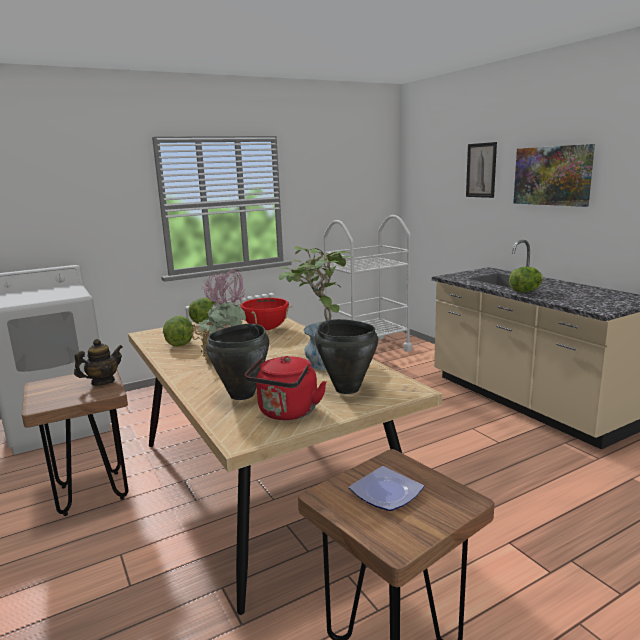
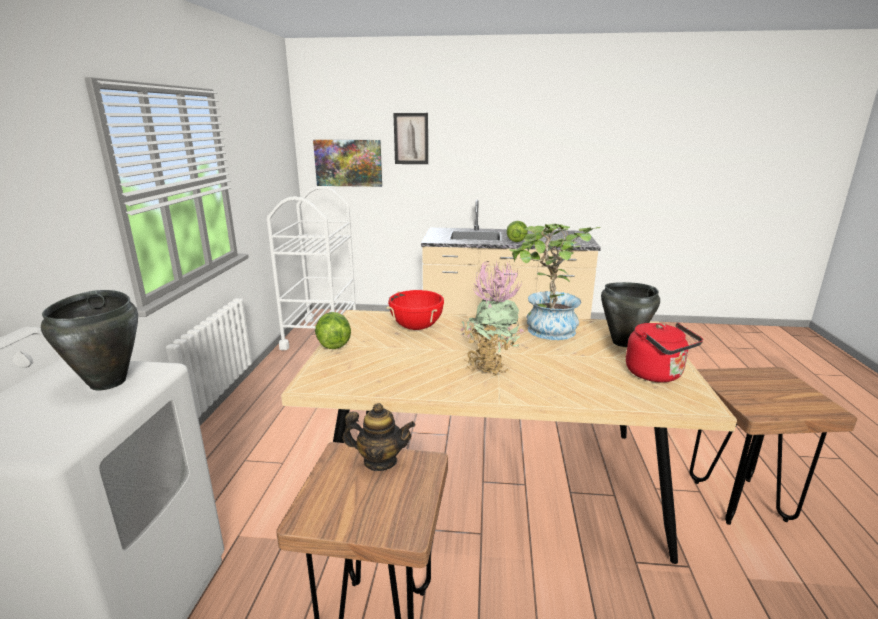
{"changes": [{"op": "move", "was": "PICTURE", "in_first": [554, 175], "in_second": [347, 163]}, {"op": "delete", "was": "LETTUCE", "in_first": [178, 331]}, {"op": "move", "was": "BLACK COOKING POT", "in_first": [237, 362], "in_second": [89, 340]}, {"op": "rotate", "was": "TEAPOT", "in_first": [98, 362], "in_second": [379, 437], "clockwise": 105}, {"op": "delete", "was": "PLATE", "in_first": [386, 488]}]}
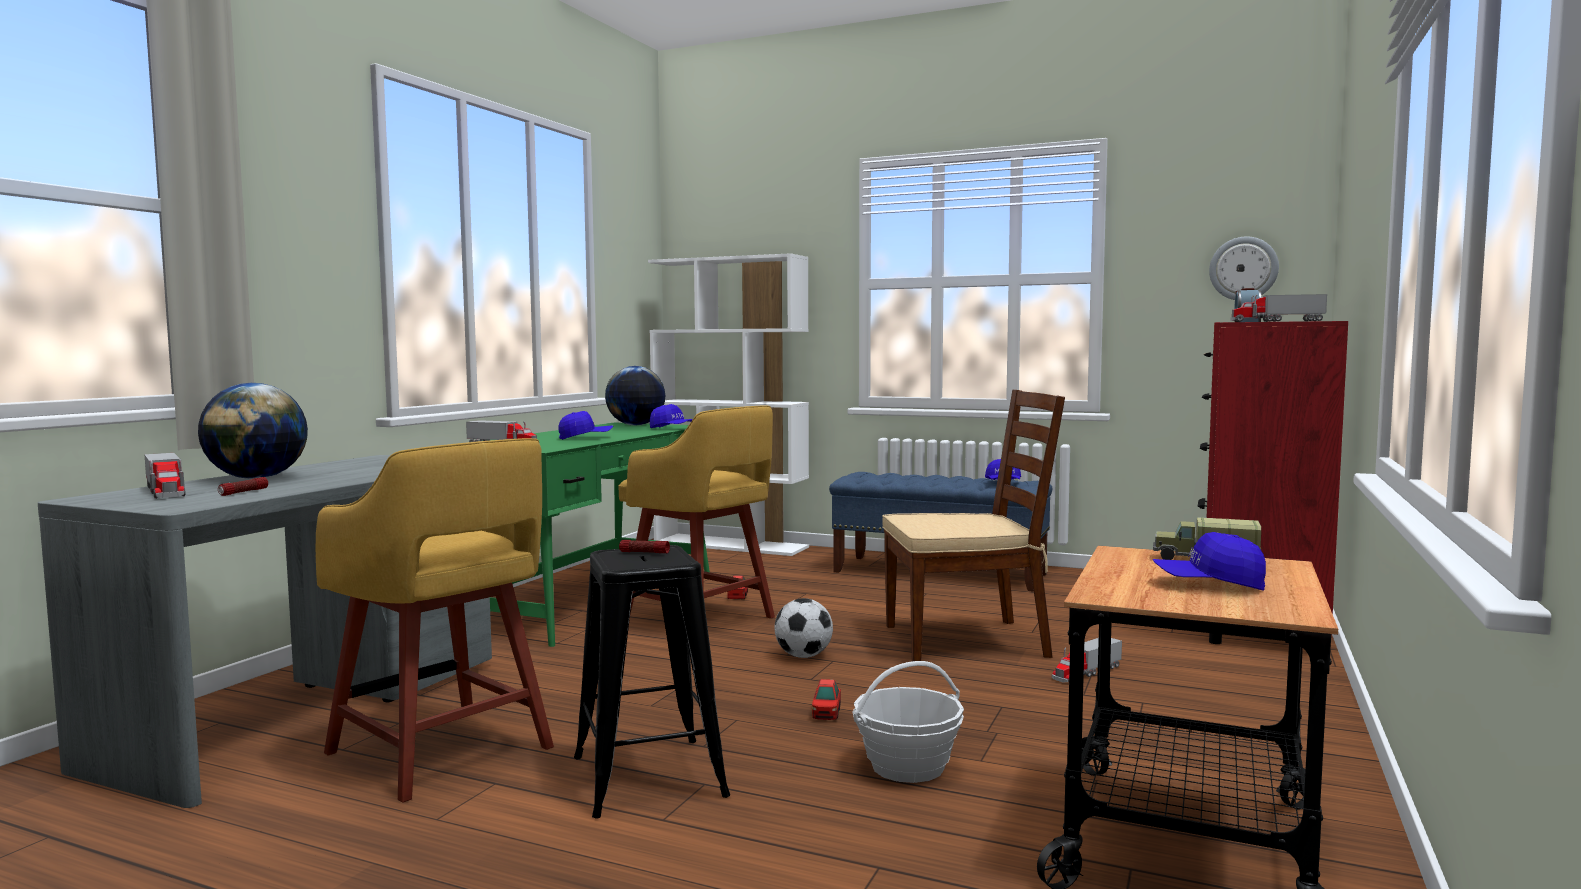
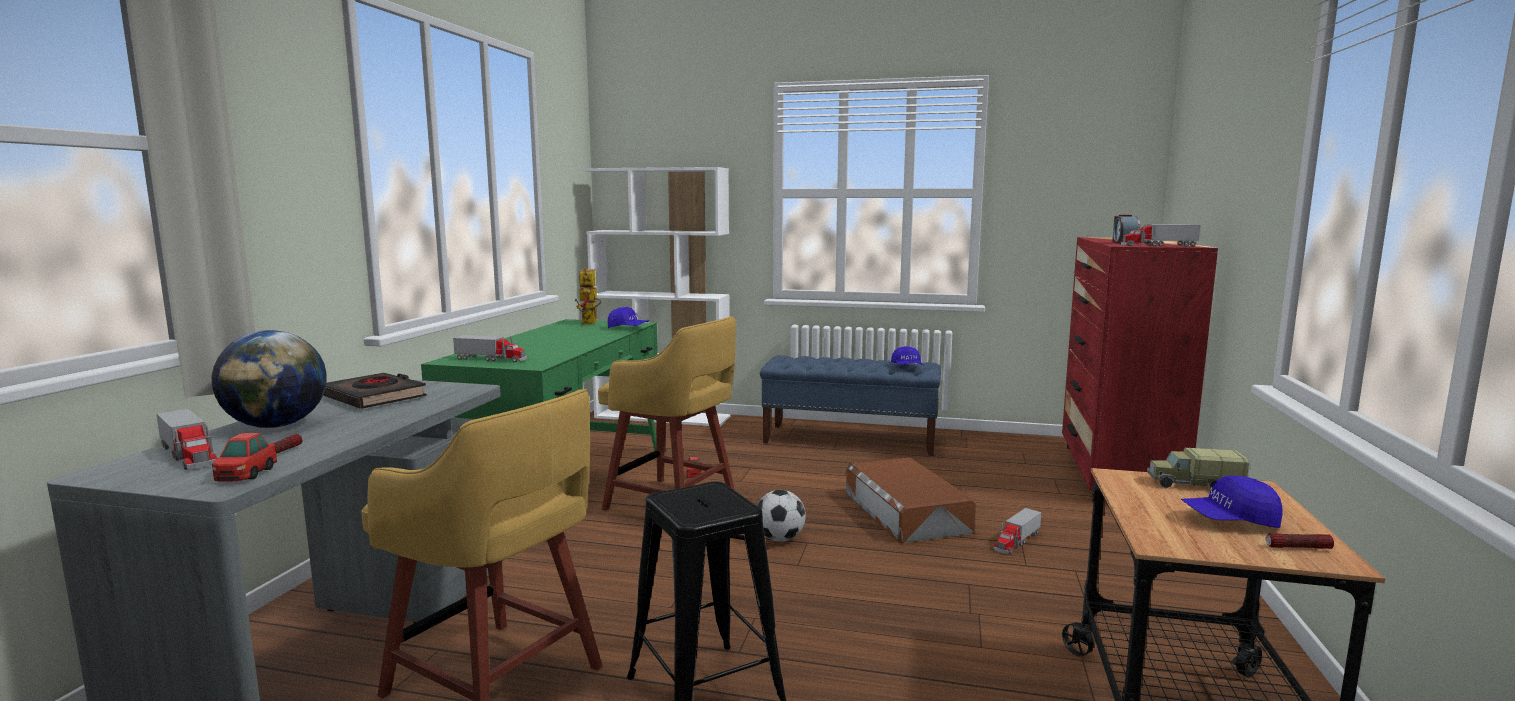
{"changes": [{"op": "delete", "was": "WALL CLOCK", "in_first": [1244, 268]}, {"op": "replace", "was": "GLOBE", "now": "TOY ROBOT", "in_first": [635, 395], "in_second": [587, 296]}, {"op": "replace", "was": "BROWN CHAIR", "now": "BROWN STORAGE BOX", "in_first": [973, 525], "in_second": [911, 500]}, {"op": "delete", "was": "BLUE CAP", "in_first": [585, 425]}, {"op": "move", "was": "FLASHLIGHT", "in_first": [644, 546], "in_second": [1300, 541]}, {"op": "delete", "was": "BASKET", "in_first": [908, 722]}, {"op": "move", "was": "TOY CAR", "in_first": [826, 699], "in_second": [244, 457]}, {"op": "insert", "now": "BLACK BOOK", "in_second": [375, 391]}]}
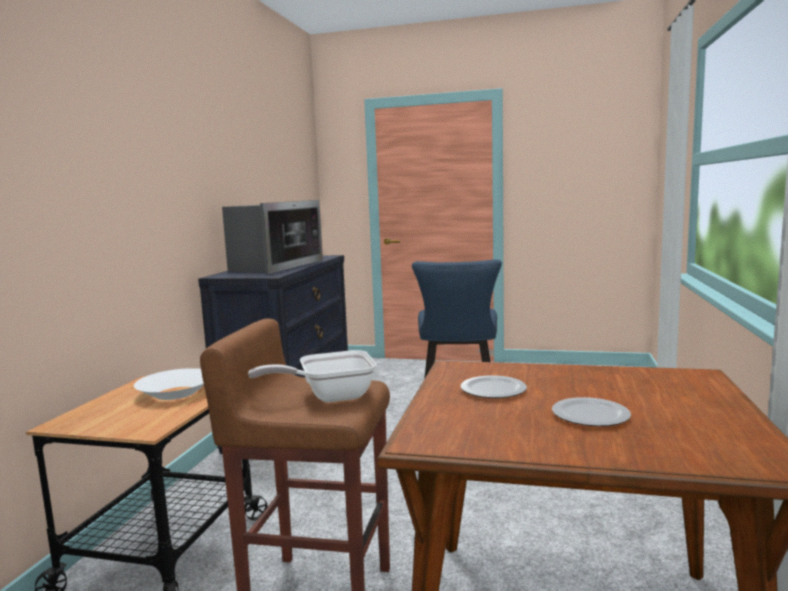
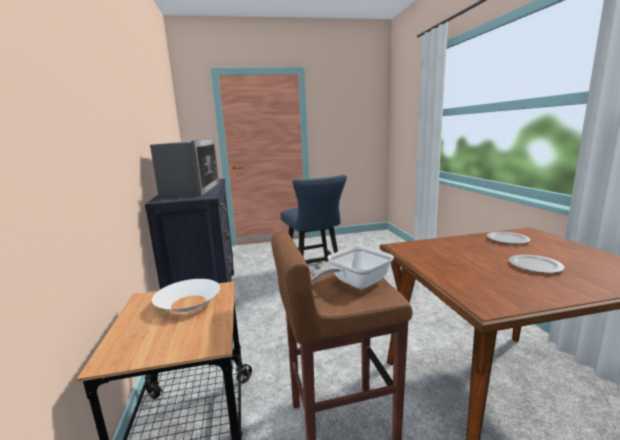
{"changes": [{"op": "move", "was": "PLATE", "in_first": [494, 387], "in_second": [508, 238]}]}
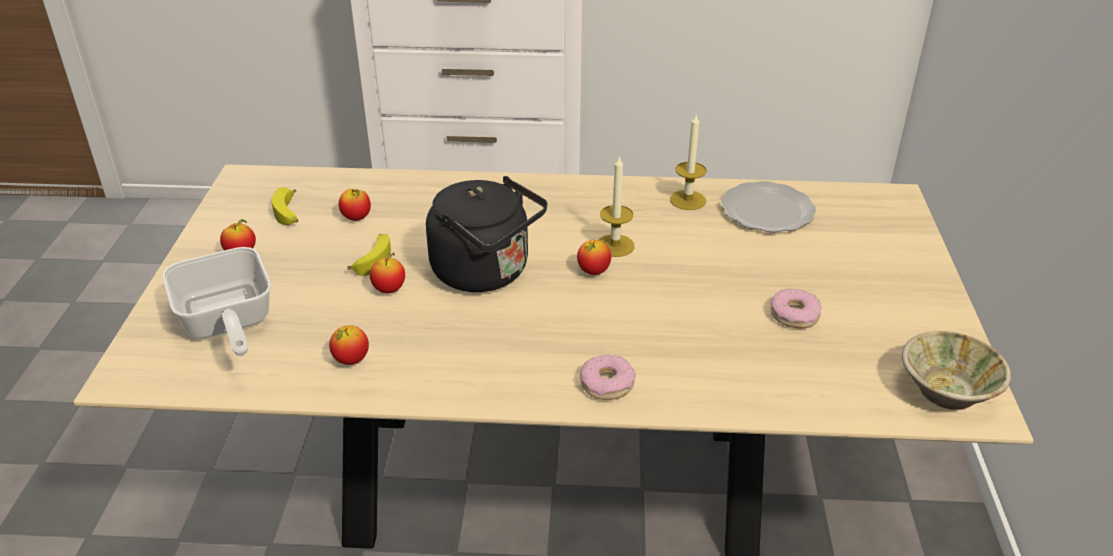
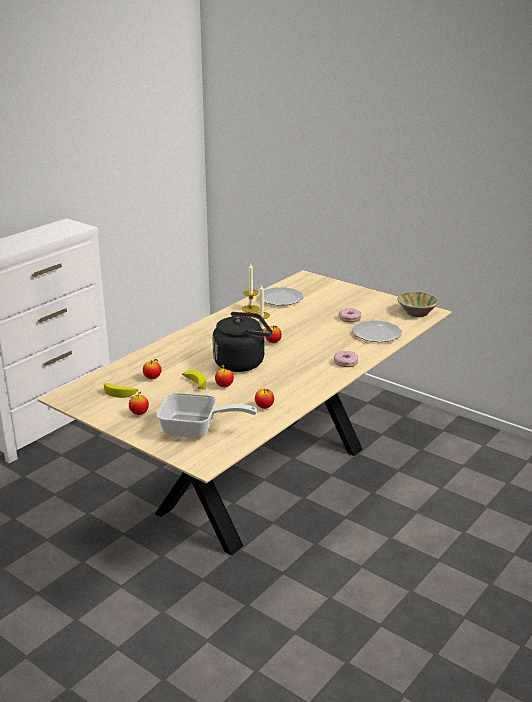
{"changes": [{"op": "insert", "now": "PLATE", "in_second": [377, 331]}]}
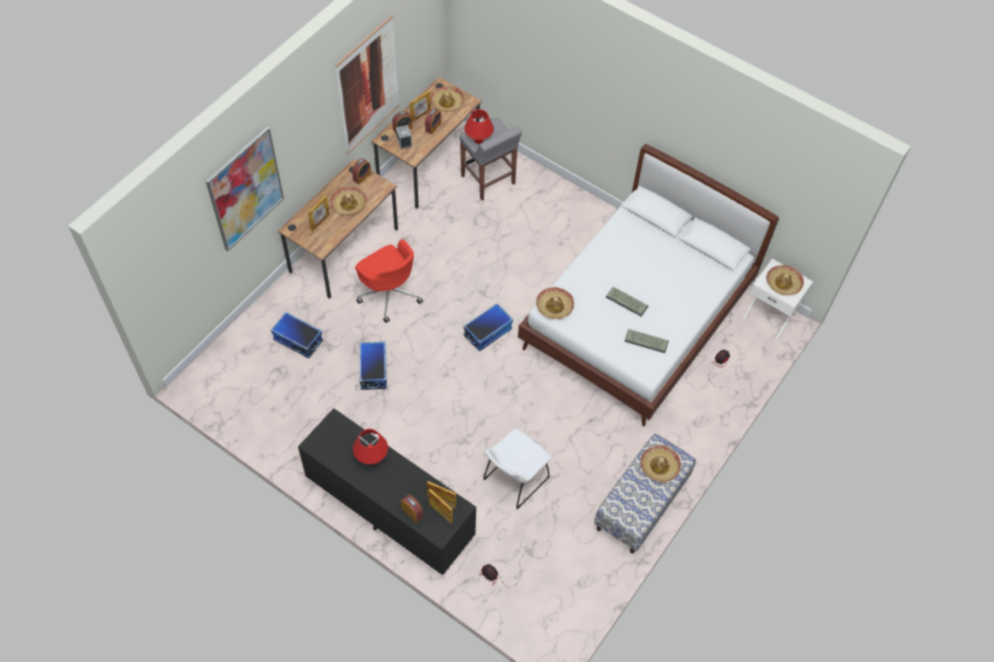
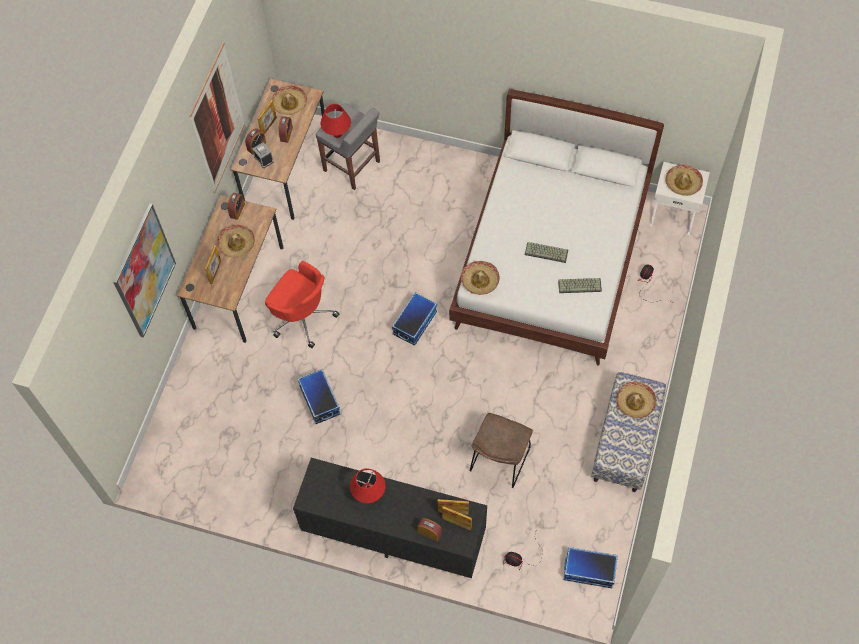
{"changes": [{"op": "move", "was": "STORAGE BOX", "in_first": [297, 335], "in_second": [591, 567]}, {"op": "recolor", "was": "WHITE CHAIR", "now": "BROWN CHAIR", "in_first": [517, 468], "in_second": [501, 450]}]}
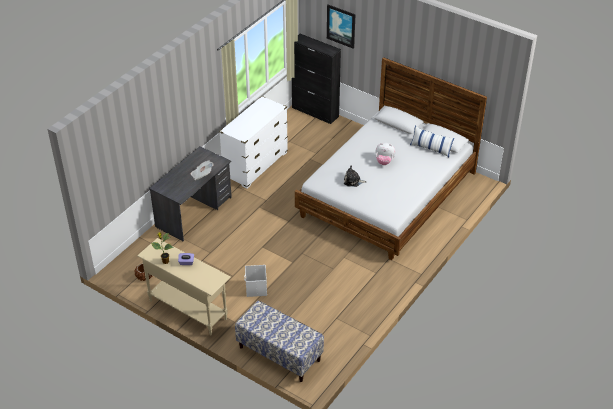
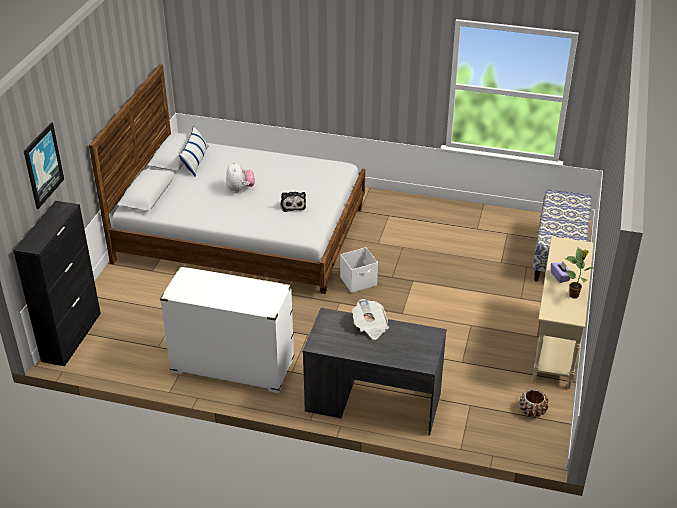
{"changes": [{"op": "move", "was": "WHITE STORAGE BOX", "in_first": [255, 281], "in_second": [359, 270]}]}
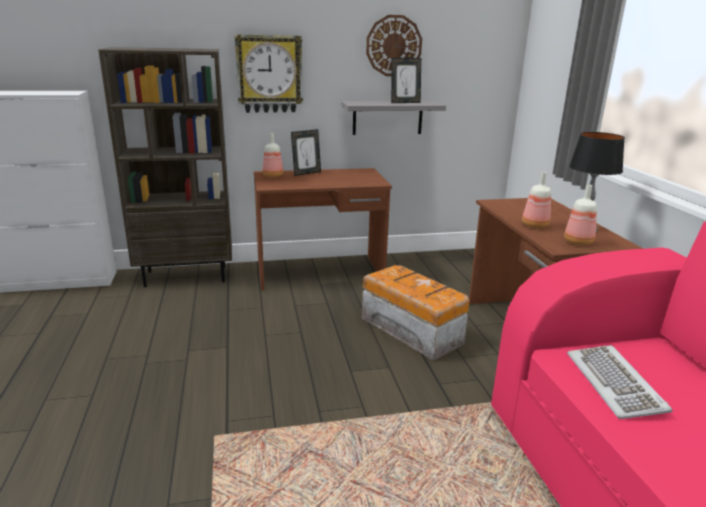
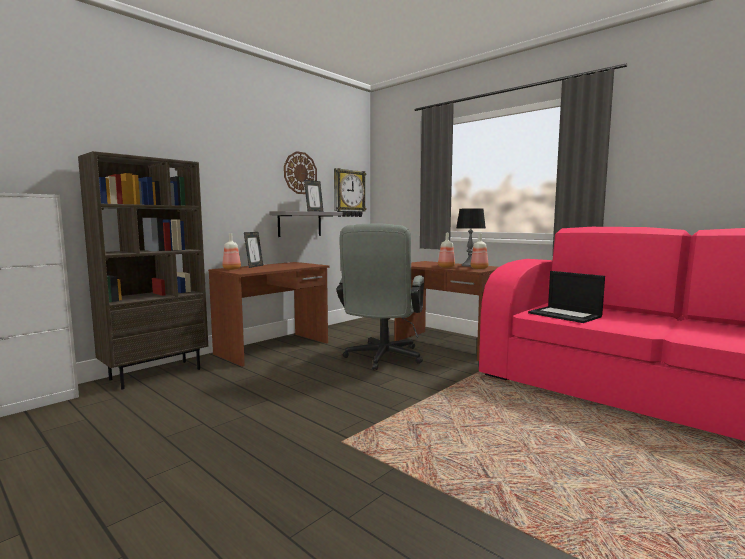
{"changes": [{"op": "move", "was": "WALL CLOCK", "in_first": [269, 73], "in_second": [350, 192]}, {"op": "replace", "was": "STORAGE BOX", "now": "GREY OFFICE CHAIR", "in_first": [416, 313], "in_second": [380, 296]}, {"op": "replace", "was": "KEYBOARD", "now": "LAPTOP", "in_first": [619, 382], "in_second": [566, 297]}]}
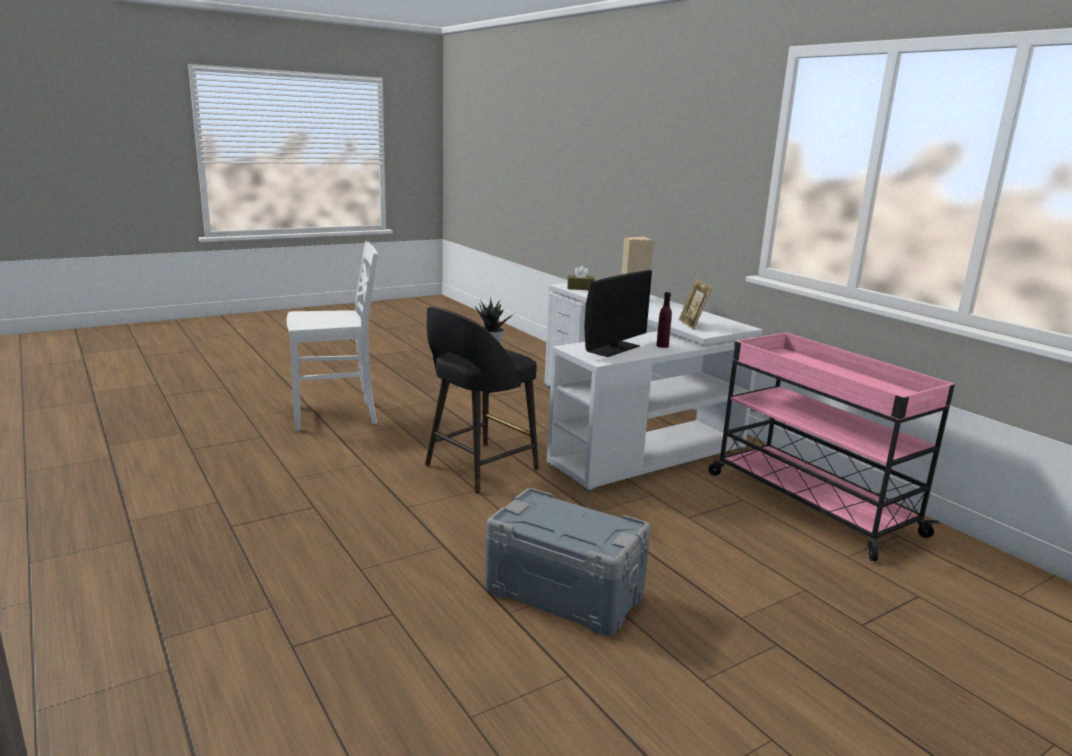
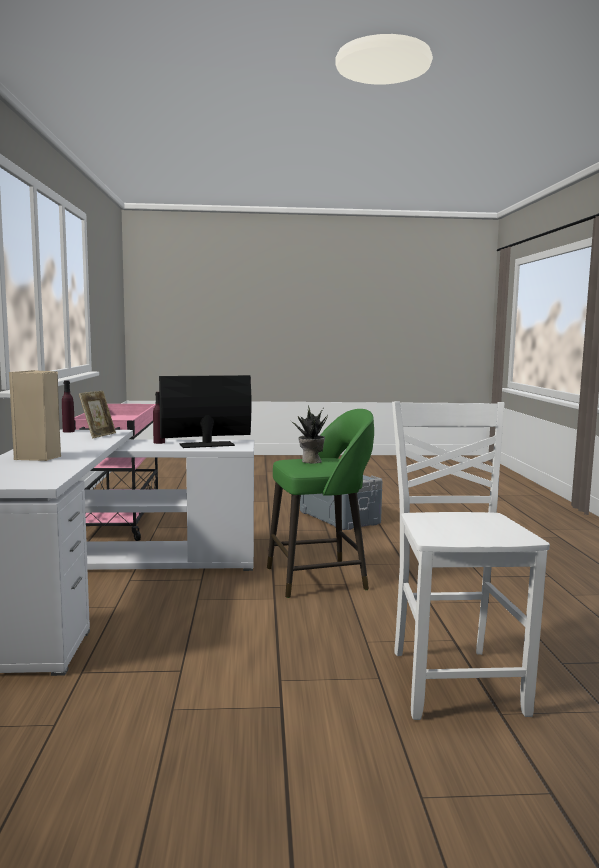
{"changes": [{"op": "rotate", "was": "WHITE CHAIR", "in_first": [332, 336], "in_second": [471, 560], "clockwise": 75}, {"op": "delete", "was": "BROWN TISSUE BOX", "in_first": [581, 278]}, {"op": "recolor", "was": "BLACK STOOL", "now": "GREEN STOOL", "in_first": [482, 400], "in_second": [320, 503]}, {"op": "insert", "now": "PURPLE BOTTLE", "in_second": [68, 406]}]}
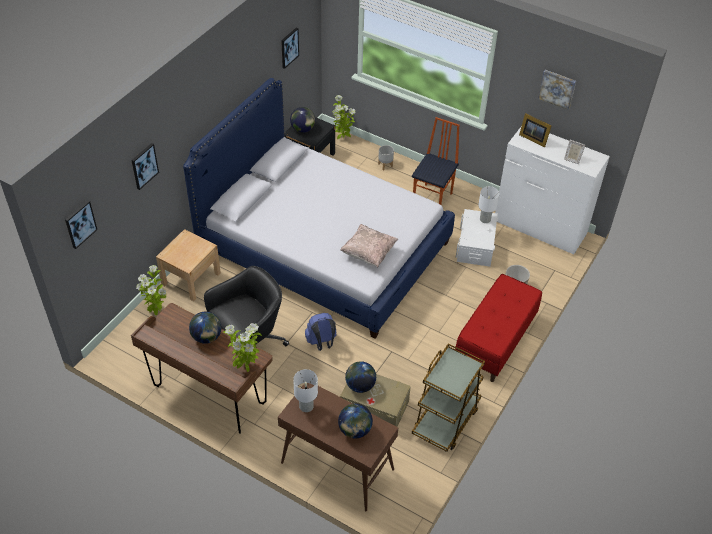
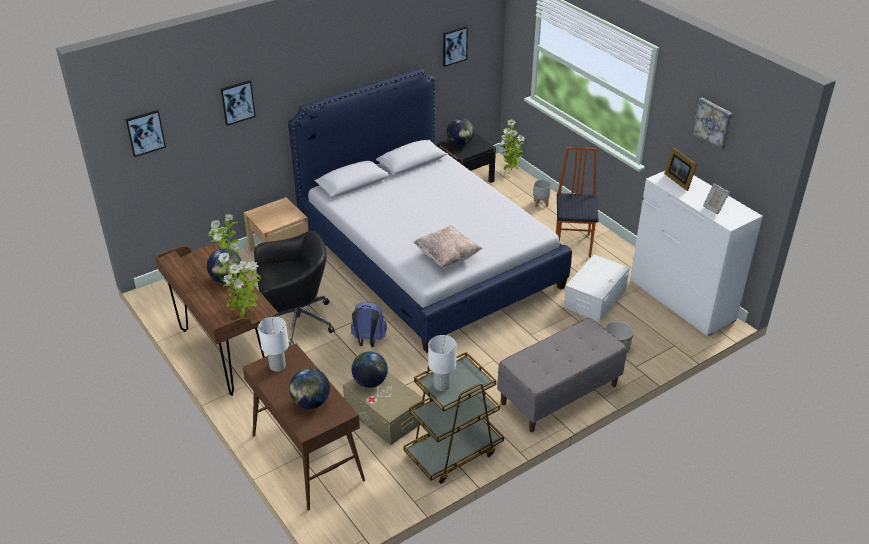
{"changes": [{"op": "rotate", "was": "CHAIR", "in_first": [435, 161], "in_second": [577, 202], "clockwise": -45}, {"op": "move", "was": "WHITE TABLE LAMP", "in_first": [488, 204], "in_second": [442, 363]}, {"op": "recolor", "was": "RED BENCH", "now": "GREY BENCH", "in_first": [498, 328], "in_second": [562, 375]}]}
